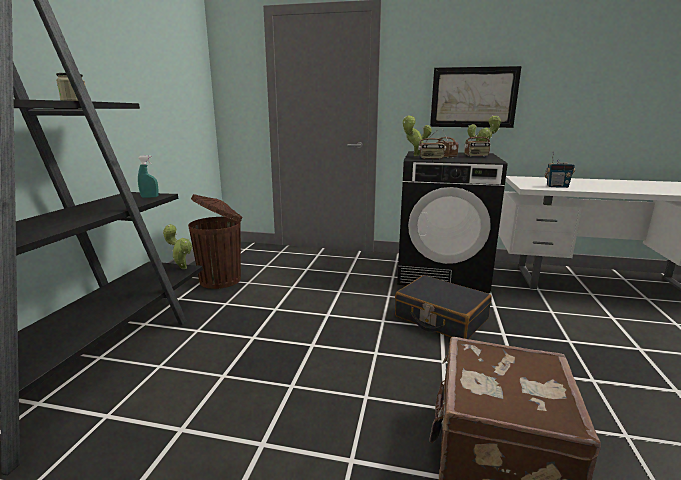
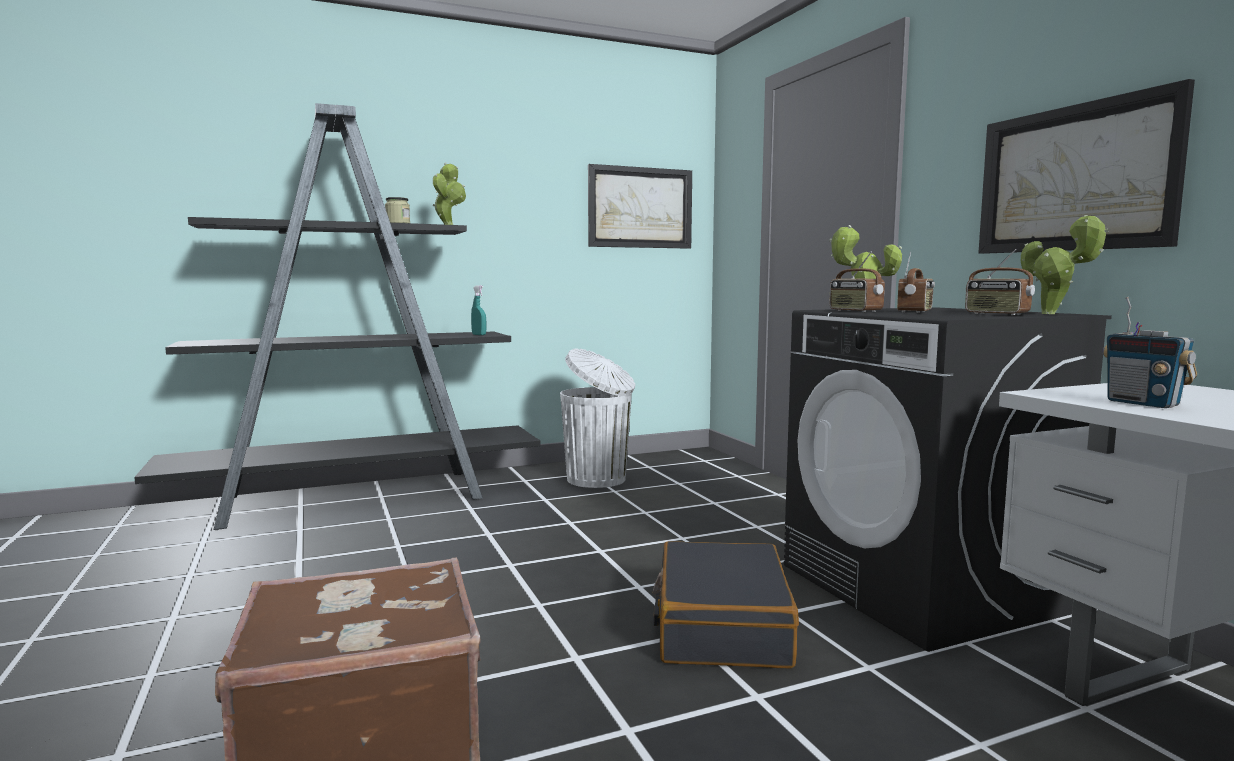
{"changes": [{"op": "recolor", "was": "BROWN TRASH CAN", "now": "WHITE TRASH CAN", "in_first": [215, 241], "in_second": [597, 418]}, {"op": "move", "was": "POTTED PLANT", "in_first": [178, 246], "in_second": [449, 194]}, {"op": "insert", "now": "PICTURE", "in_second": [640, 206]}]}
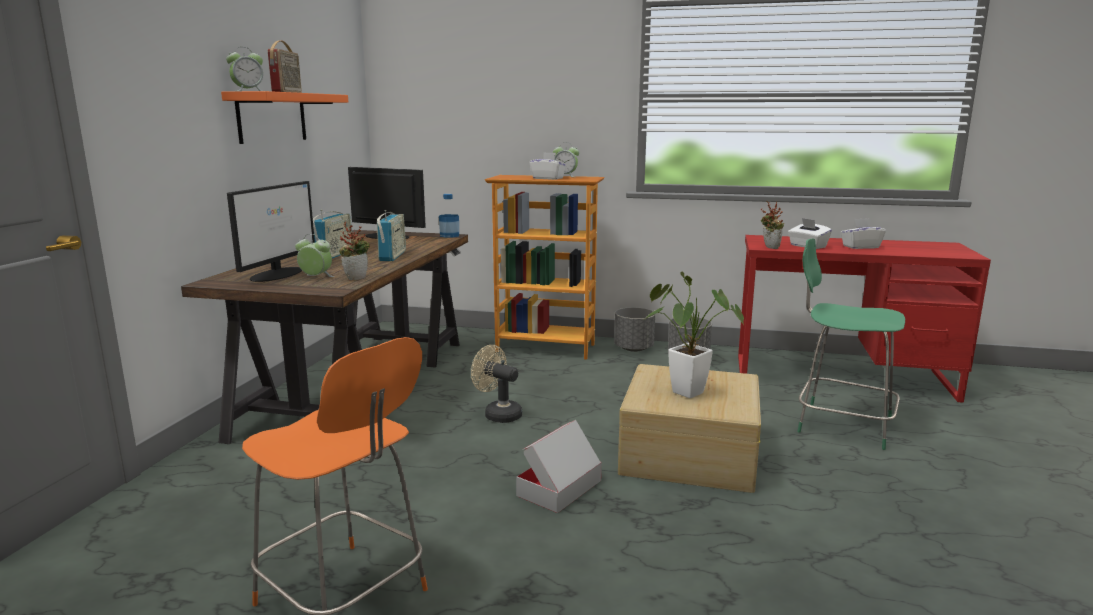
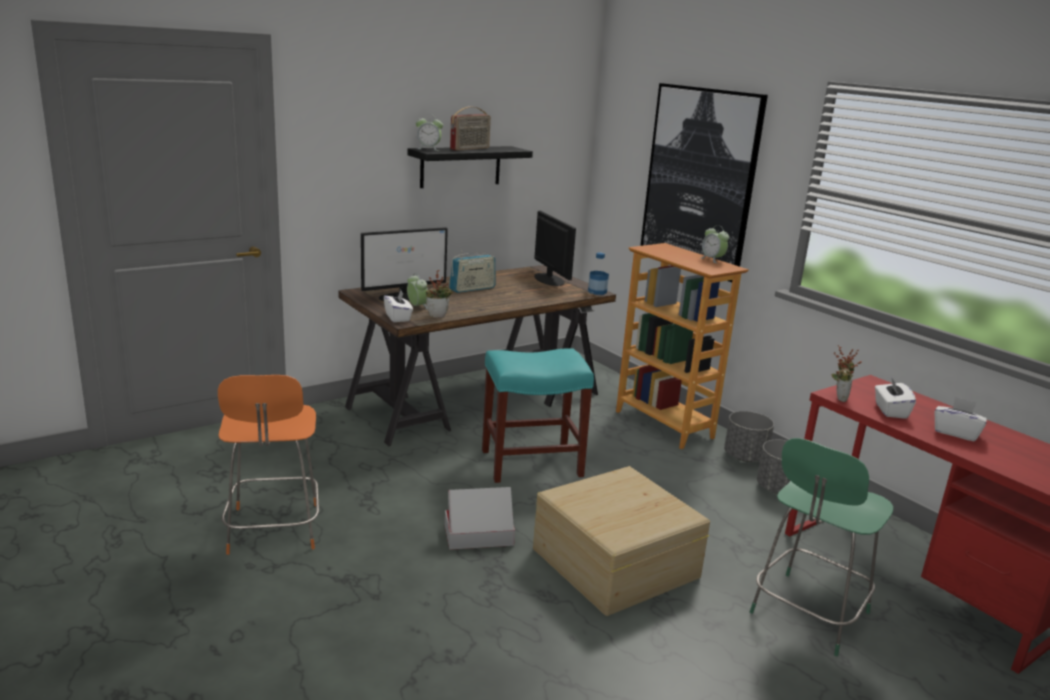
{"changes": [{"op": "recolor", "was": "ORANGE SHELF", "now": "BLACK SHELF", "in_first": [284, 117], "in_second": [470, 167]}, {"op": "move", "was": "WHITE TISSUE BOX", "in_first": [548, 166], "in_second": [398, 306]}, {"op": "delete", "was": "RADIO", "in_first": [391, 235]}, {"op": "rotate", "was": "GREEN CHAIR", "in_first": [851, 344], "in_second": [821, 547], "clockwise": -120}, {"op": "delete", "was": "POTTED PLANT", "in_first": [694, 335]}, {"op": "replace", "was": "BEIGE FAN", "now": "TURQUOISE STOOL", "in_first": [496, 384], "in_second": [538, 415]}, {"op": "insert", "now": "PICTURE", "in_second": [704, 182]}]}
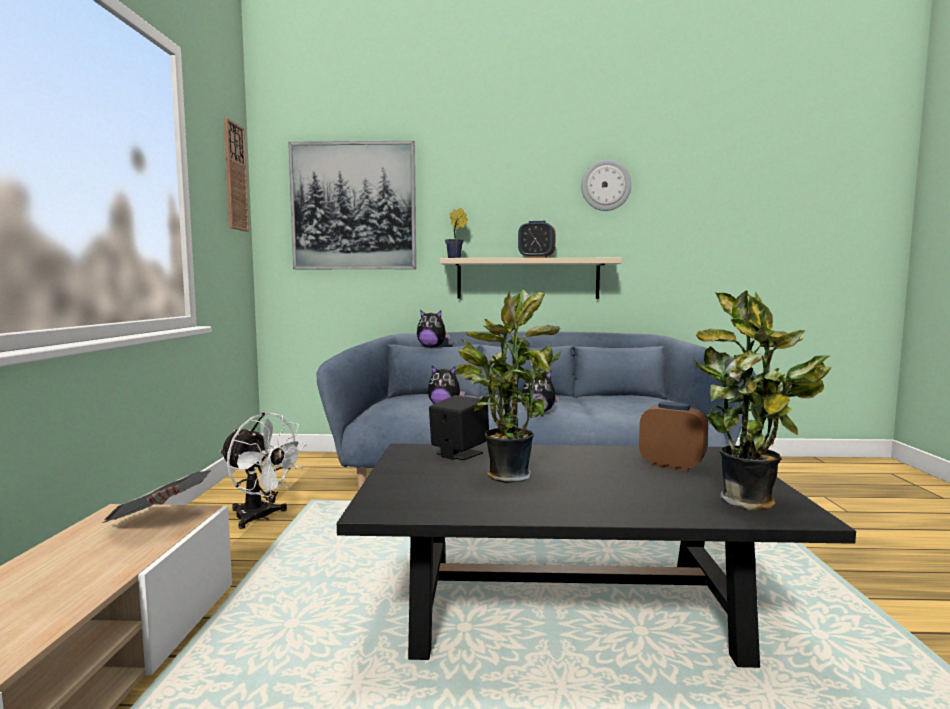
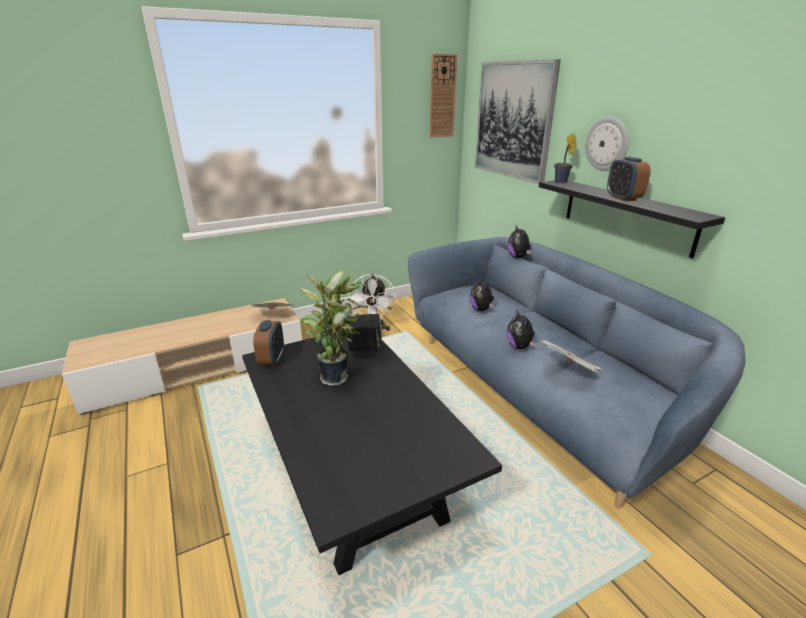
{"changes": [{"op": "move", "was": "WALL CLOCK", "in_first": [606, 185], "in_second": [607, 144]}, {"op": "recolor", "was": "BEIGE SHELF", "now": "BLACK SHELF", "in_first": [531, 278], "in_second": [632, 219]}, {"op": "delete", "was": "POTTED PLANT", "in_first": [762, 400]}, {"op": "move", "was": "ALARM CLOCK", "in_first": [673, 436], "in_second": [268, 342]}, {"op": "insert", "now": "NEWSPAPER", "in_second": [571, 356]}]}
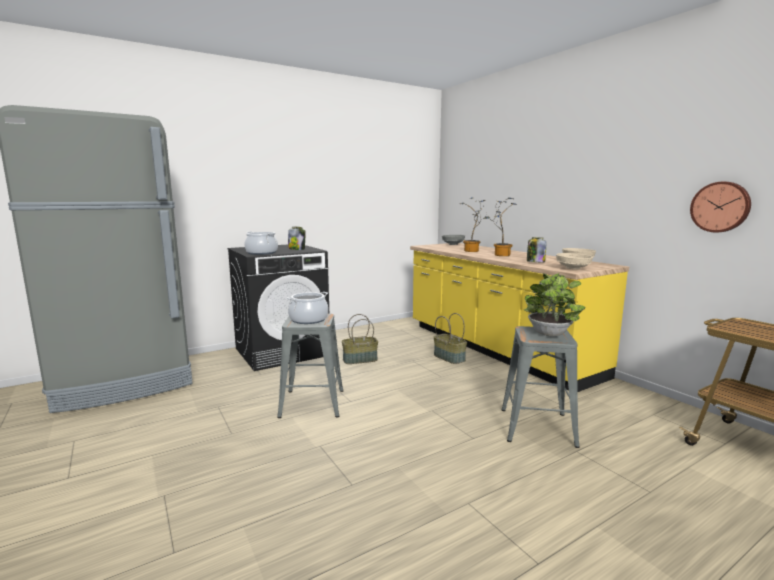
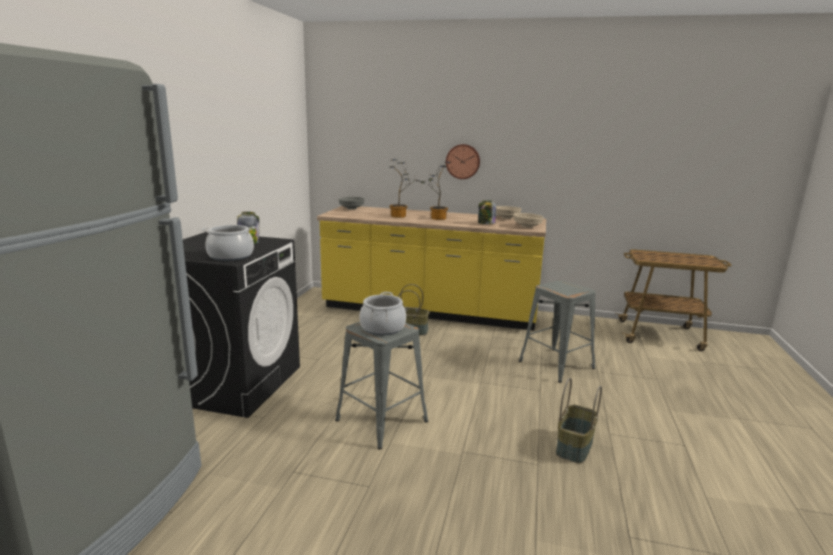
{"changes": [{"op": "move", "was": "WALL CLOCK", "in_first": [720, 207], "in_second": [463, 161]}, {"op": "delete", "was": "POTTED PLANT", "in_first": [554, 304]}, {"op": "move", "was": "BASKET", "in_first": [360, 339], "in_second": [579, 421]}]}
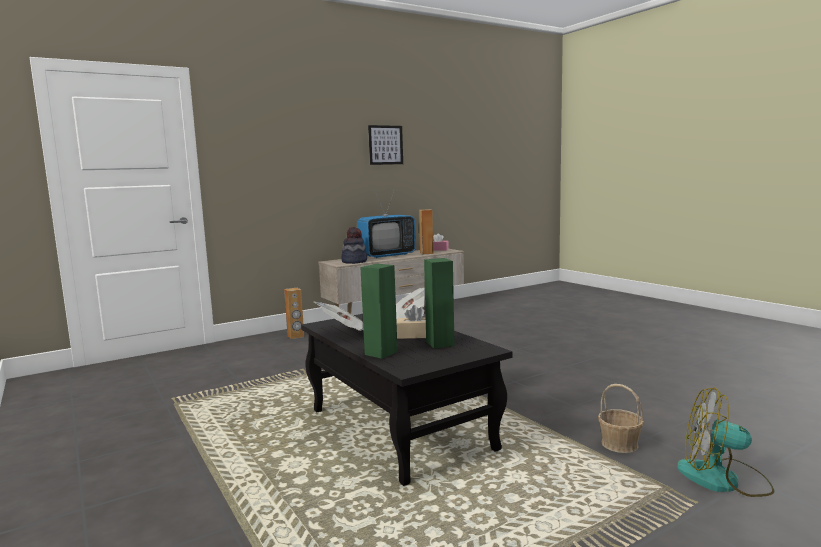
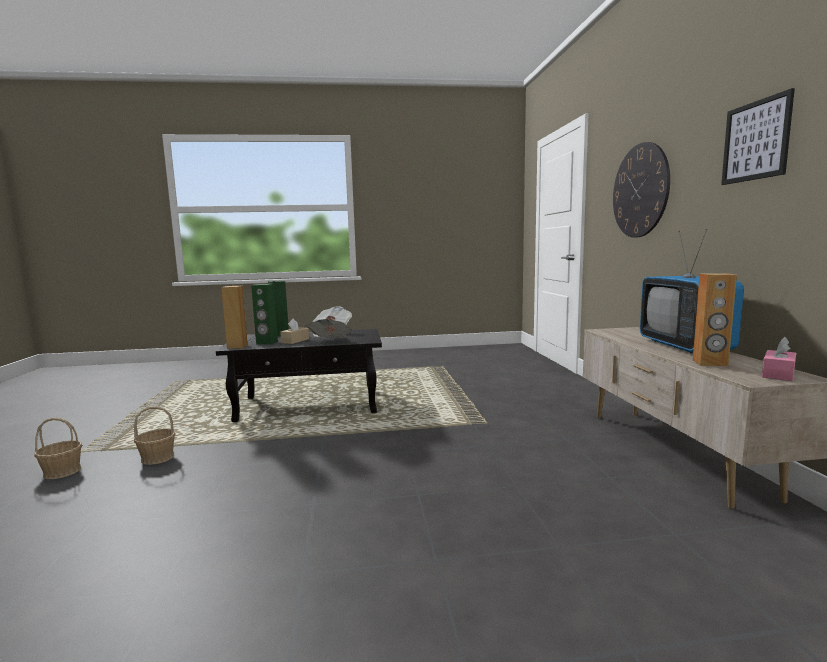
{"changes": [{"op": "delete", "was": "HAT", "in_first": [354, 245]}, {"op": "move", "was": "BROWN SPEAKER", "in_first": [294, 313], "in_second": [234, 317]}, {"op": "replace", "was": "FAN", "now": "BASKET", "in_first": [725, 442], "in_second": [58, 448]}, {"op": "insert", "now": "WALL CLOCK", "in_second": [641, 190]}]}
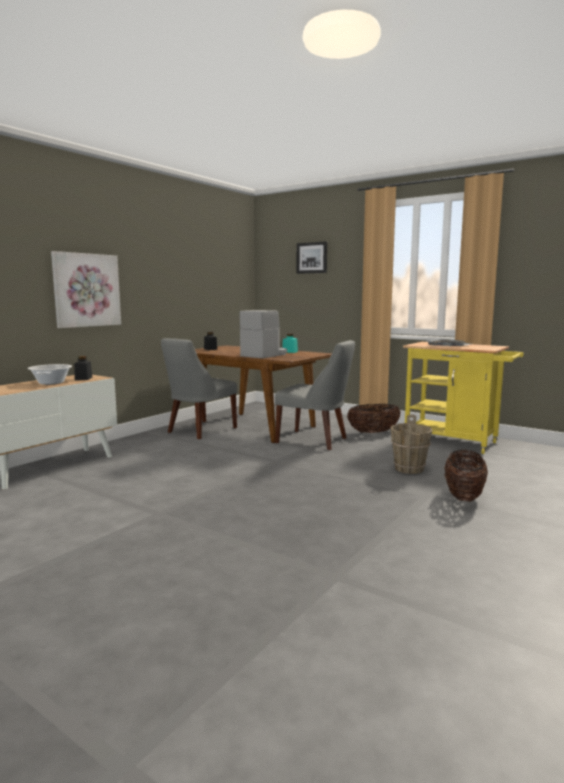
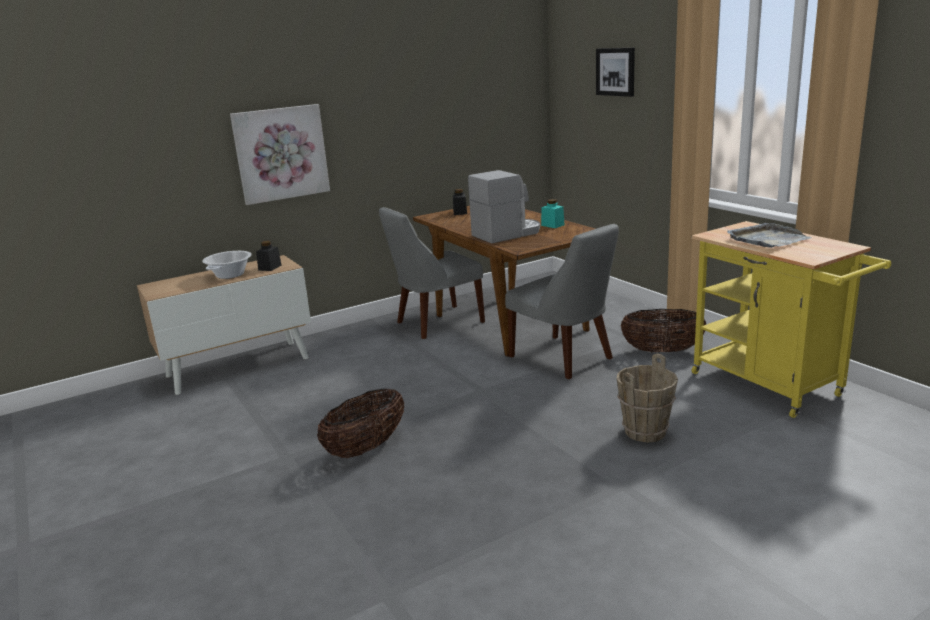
{"changes": [{"op": "move", "was": "BASKET", "in_first": [466, 476], "in_second": [360, 423]}]}
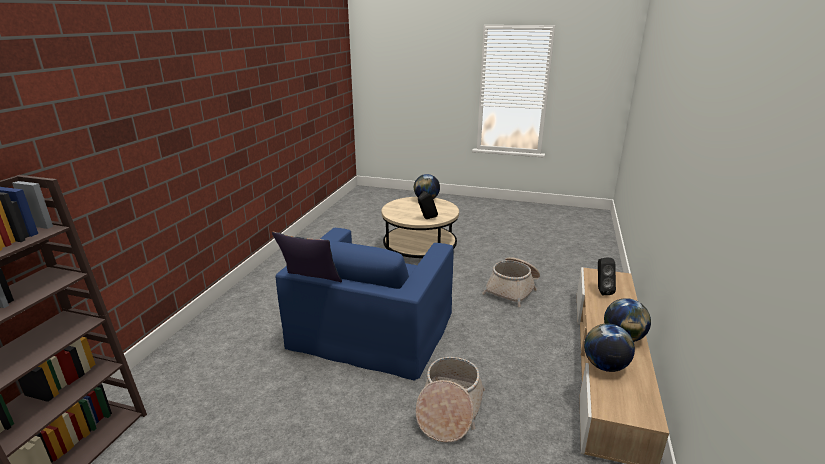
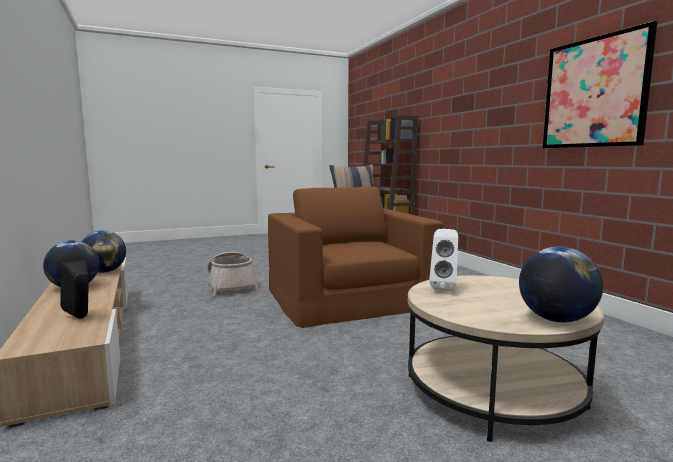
{"changes": [{"op": "recolor", "was": "BLACK SPEAKER", "now": "WHITE SPEAKER", "in_first": [428, 205], "in_second": [443, 260]}, {"op": "recolor", "was": "BLUE ARMCHAIR", "now": "BROWN ARMCHAIR", "in_first": [365, 304], "in_second": [355, 257]}, {"op": "delete", "was": "BASKET", "in_first": [511, 282]}, {"op": "insert", "now": "PICTURE", "in_second": [600, 84]}]}
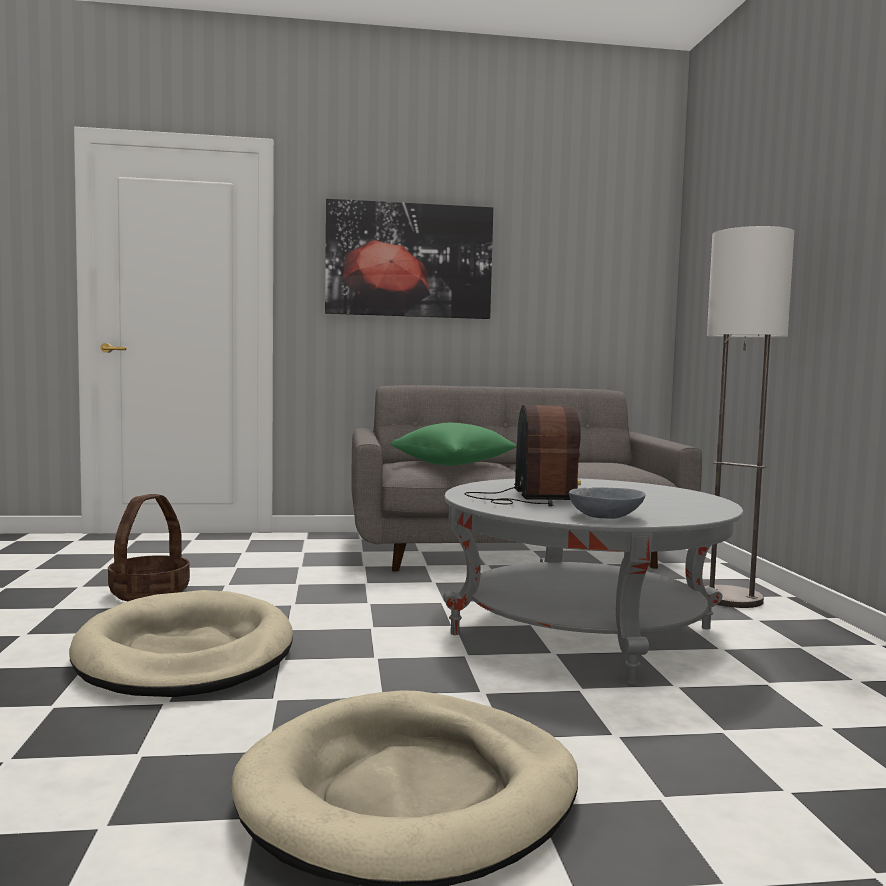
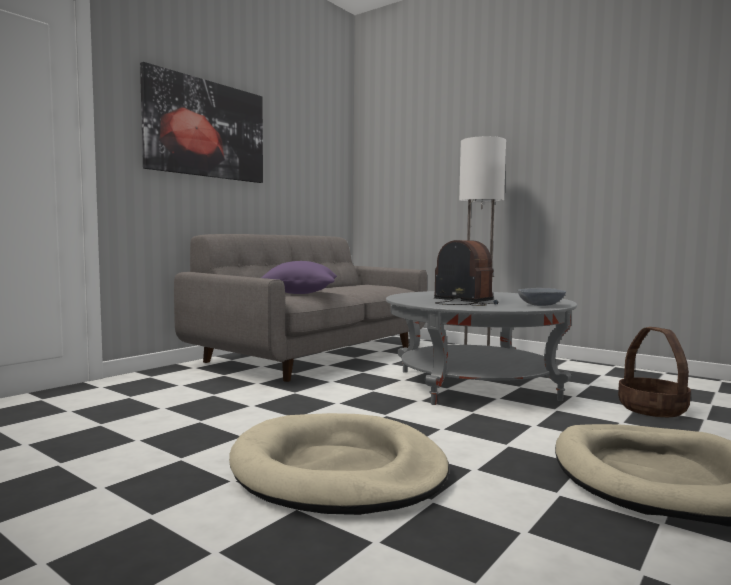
{"changes": [{"op": "recolor", "was": "GREEN PILLOW", "now": "PURPLE PILLOW", "in_first": [454, 444], "in_second": [299, 277]}, {"op": "move", "was": "BASKET", "in_first": [149, 547], "in_second": [654, 372]}]}
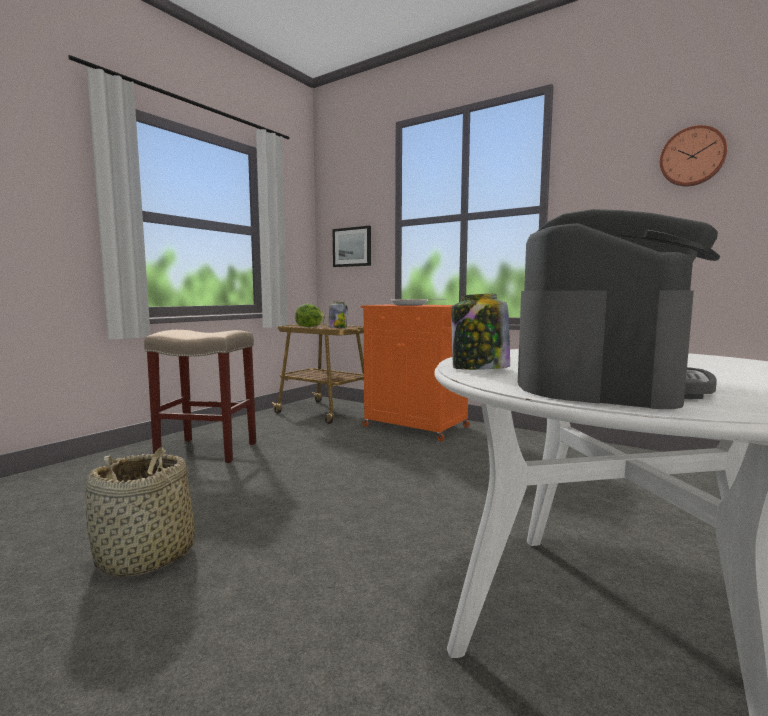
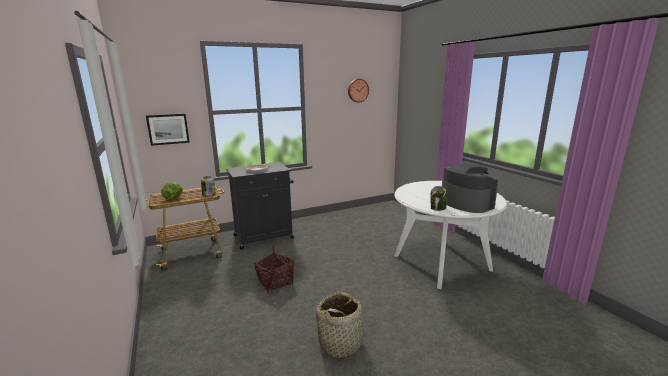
{"changes": [{"op": "recolor", "was": "ORANGE CABINET", "now": "BLACK CABINET", "in_first": [415, 372], "in_second": [260, 206]}, {"op": "delete", "was": "BEIGE STOOL", "in_first": [200, 396]}, {"op": "insert", "now": "BASKET", "in_second": [274, 268]}]}
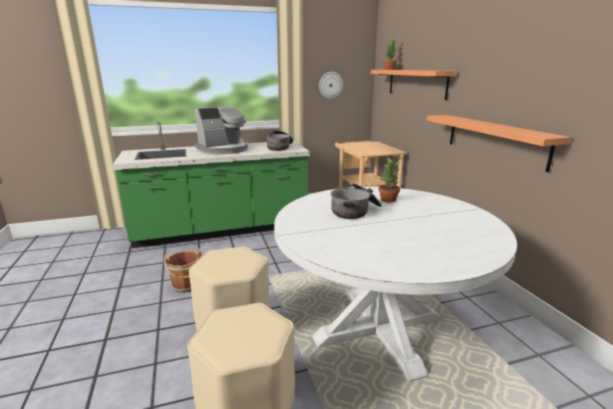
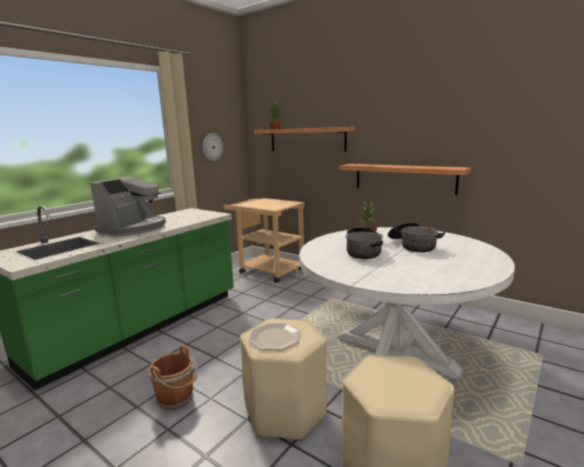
{"changes": [{"op": "move", "was": "COOKING POT", "in_first": [279, 141], "in_second": [417, 237]}, {"op": "insert", "now": "PLATE", "in_second": [274, 336]}]}
